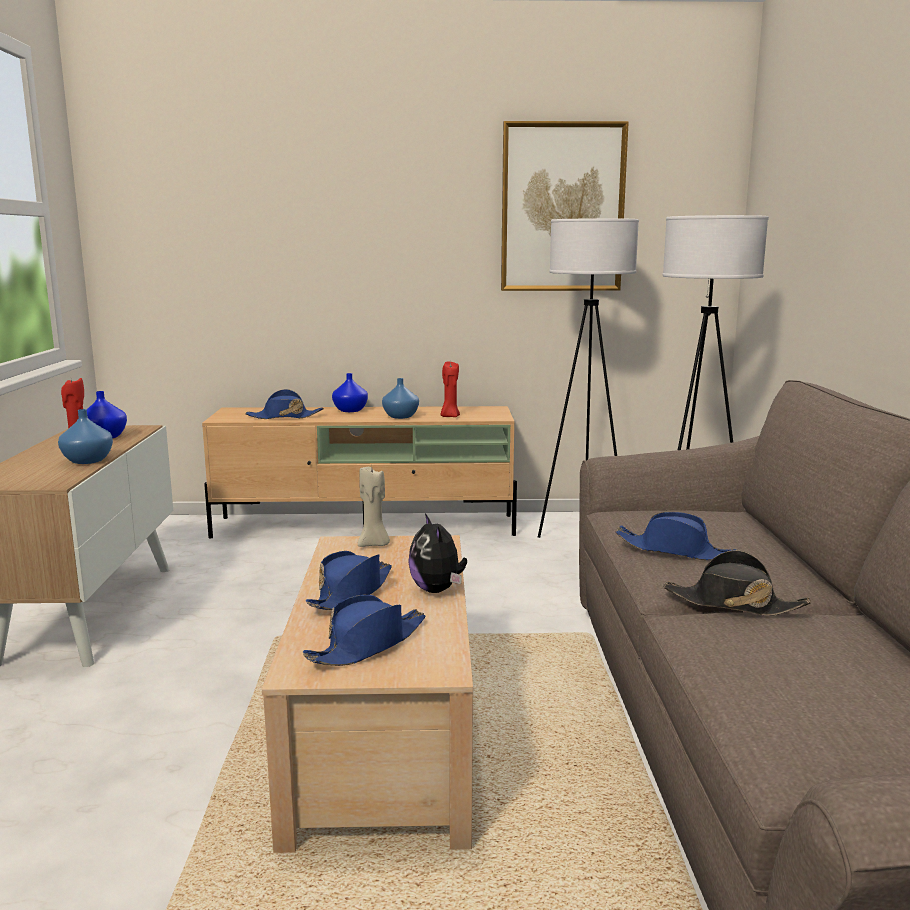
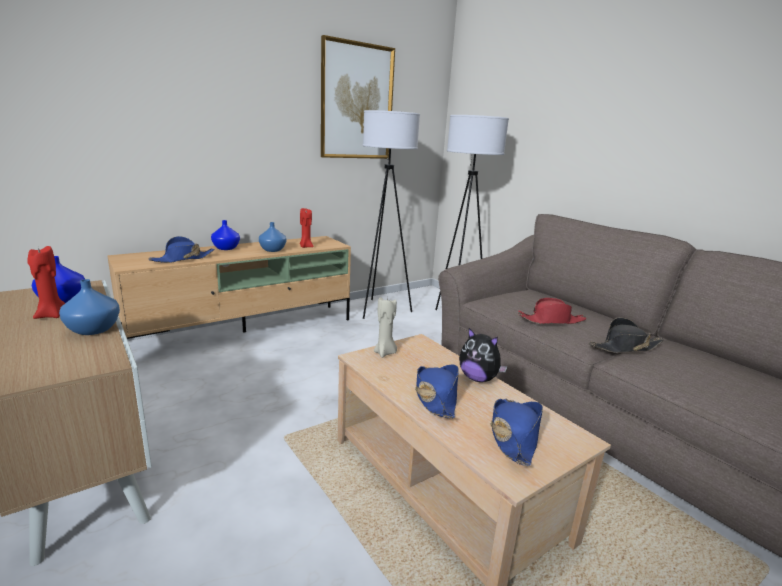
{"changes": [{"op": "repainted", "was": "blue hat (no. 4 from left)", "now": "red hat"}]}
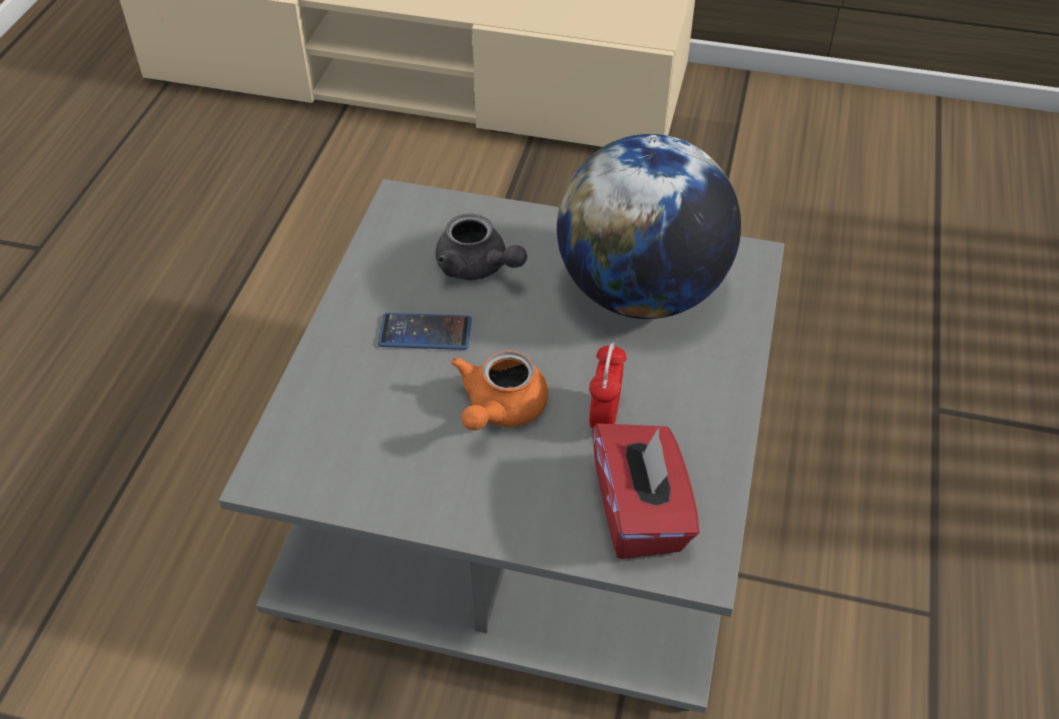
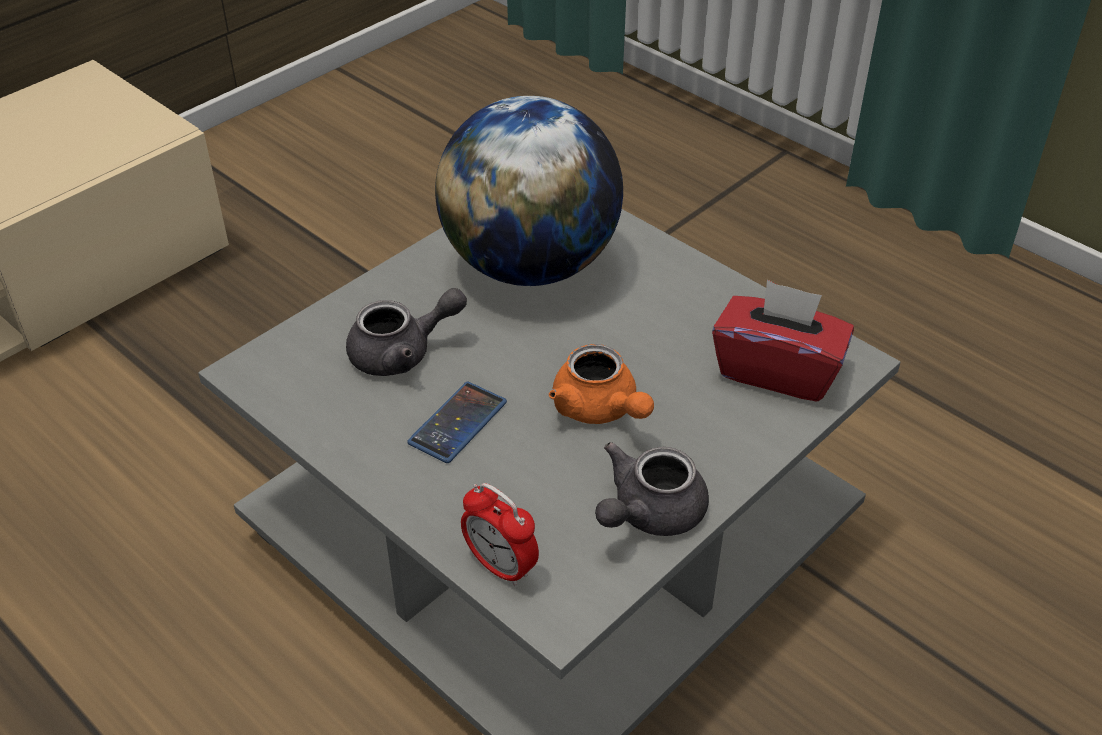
{"changes": [{"op": "shifted", "was": "alarm clock"}, {"op": "new", "now": "grey teapot (no. 2 from left)"}]}
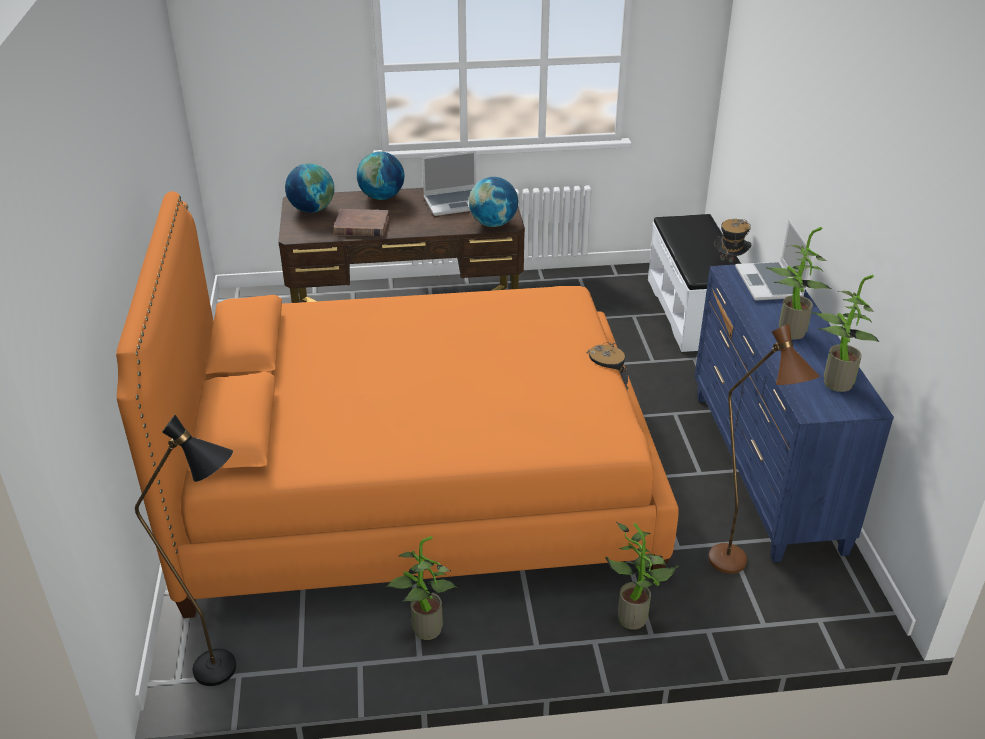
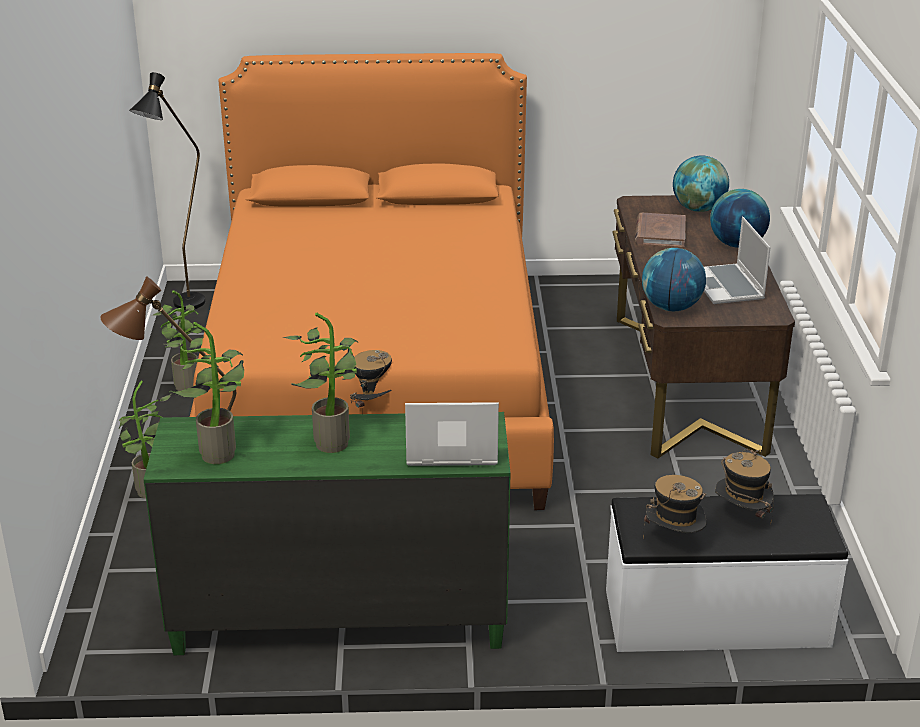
{"changes": [{"op": "repainted", "was": "blue dresser", "now": "green dresser"}, {"op": "new", "now": "hat (no. 3 from left)"}]}
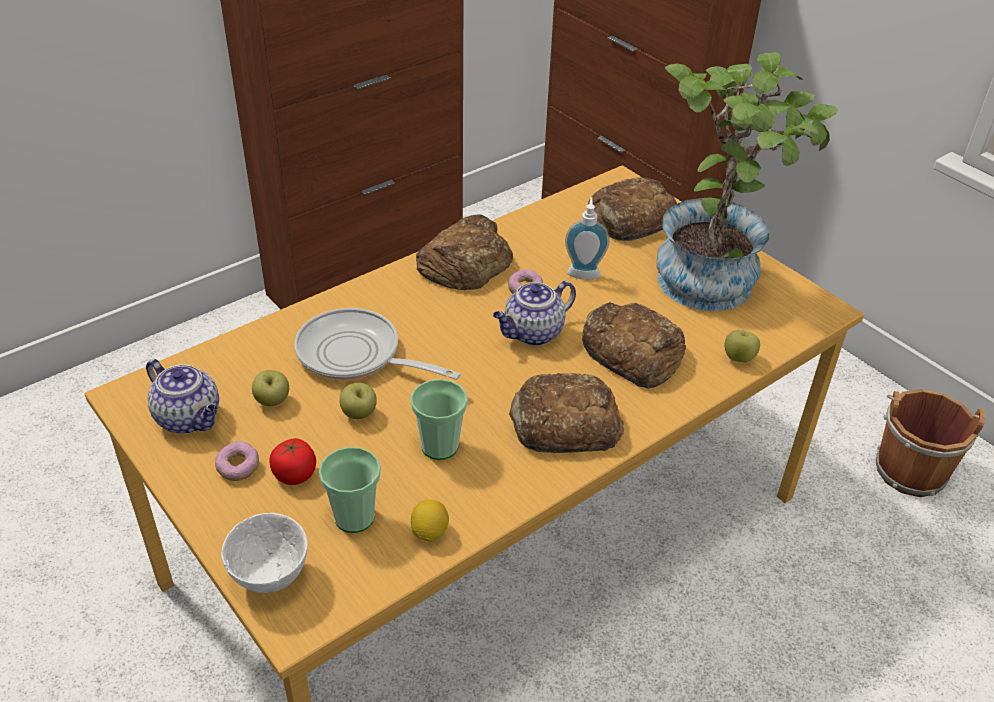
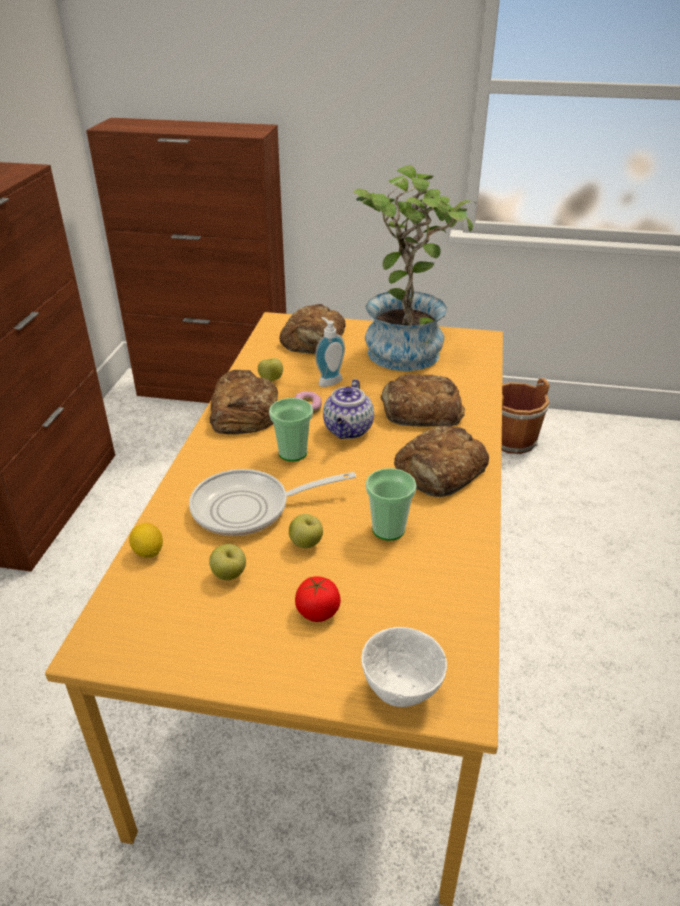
{"changes": [{"op": "gone", "was": "teapot (no. 1 from left)"}, {"op": "gone", "was": "donut (no. 1 from left)"}, {"op": "shifted", "was": "cup (no. 1 from left)"}, {"op": "shifted", "was": "lemon"}, {"op": "shifted", "was": "apple (no. 3 from left in the first image)", "now": "apple (no. 2 from left)"}]}
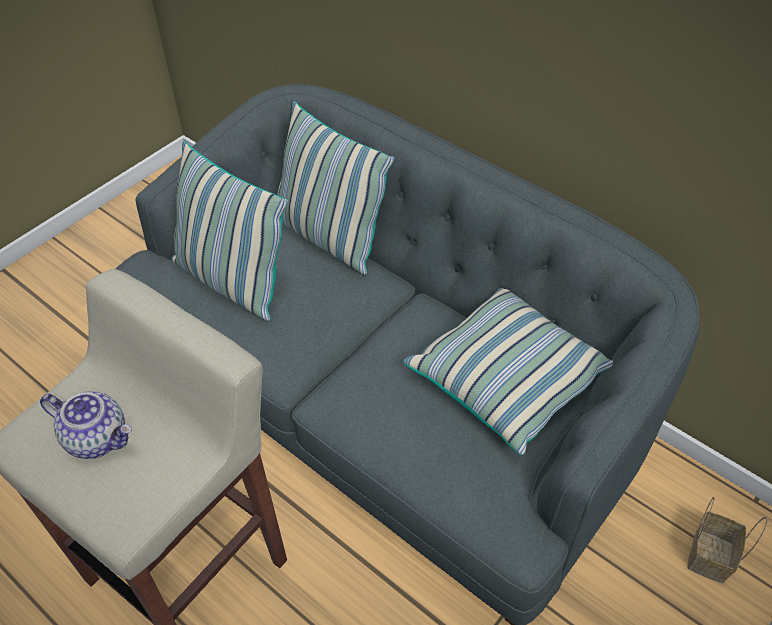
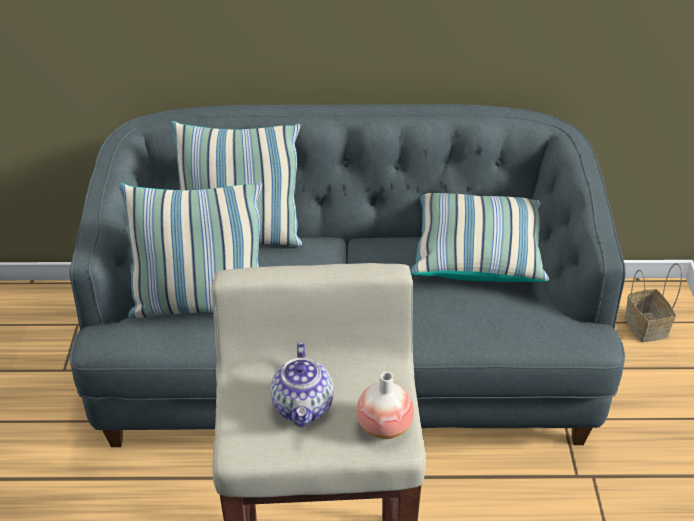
{"changes": [{"op": "rotated", "was": "teapot", "clockwise": 105}, {"op": "new", "now": "vase"}]}
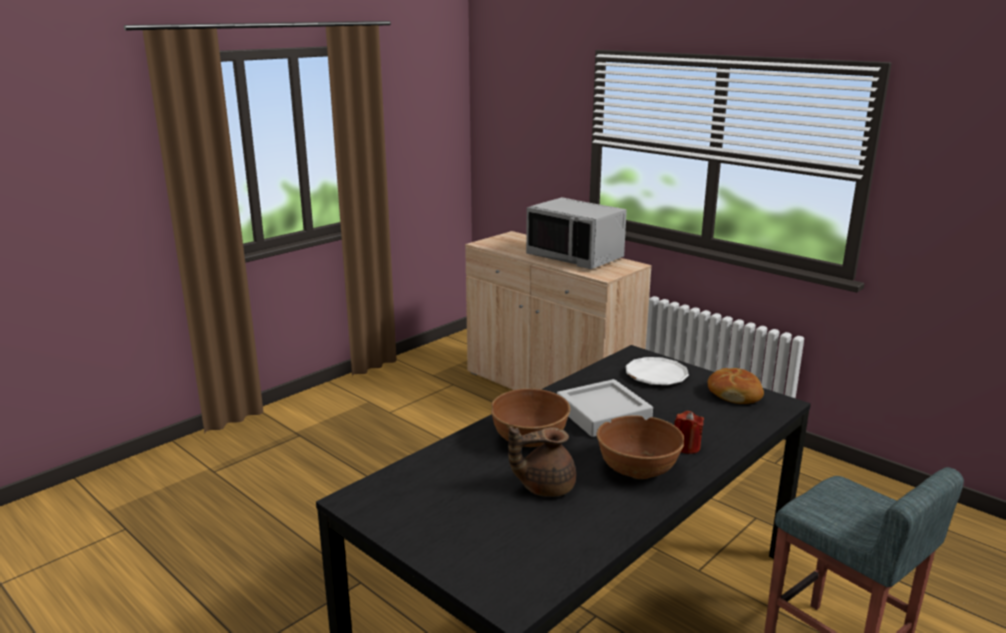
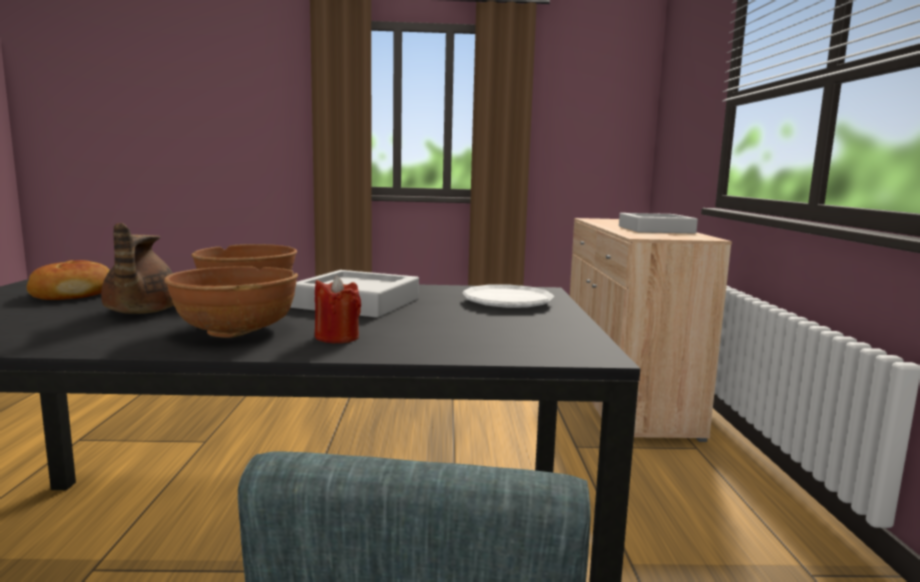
{"changes": [{"op": "rotated", "was": "brown teapot", "clockwise": -135}, {"op": "swapped", "was": "grey microwave", "now": "grey tray (no. 2 from left)"}, {"op": "shifted", "was": "bread"}]}
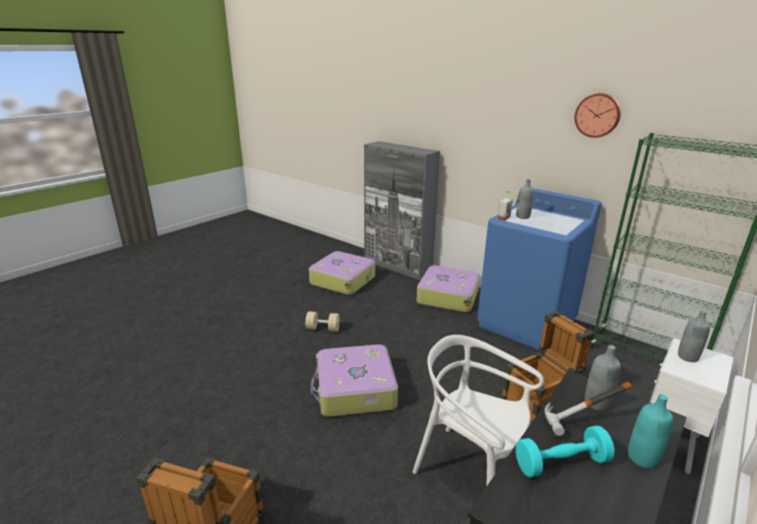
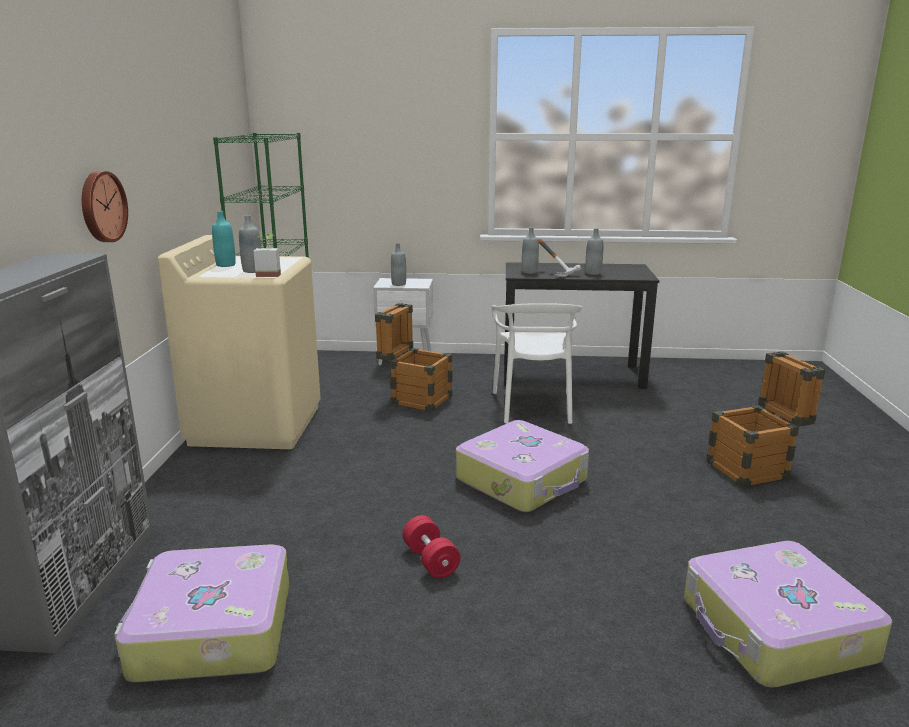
{"changes": [{"op": "repainted", "was": "beige dumbbell", "now": "red dumbbell"}, {"op": "shifted", "was": "suitcase (no. 3 from left)"}, {"op": "repainted", "was": "blue washing machine", "now": "beige washing machine"}, {"op": "swapped", "was": "turquoise dumbbell", "now": "grey bottle (no. 4 from left)"}, {"op": "shifted", "was": "wall clock"}, {"op": "shifted", "was": "turquoise bottle"}]}
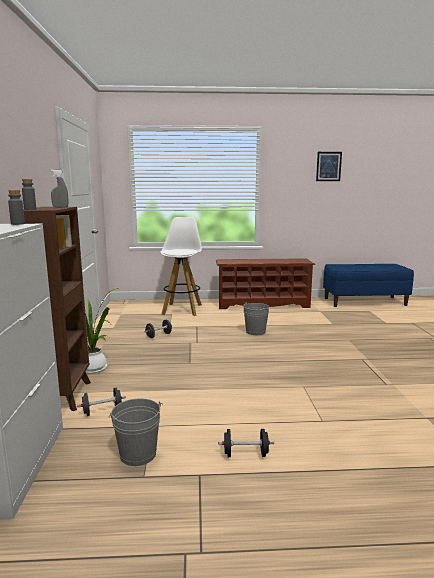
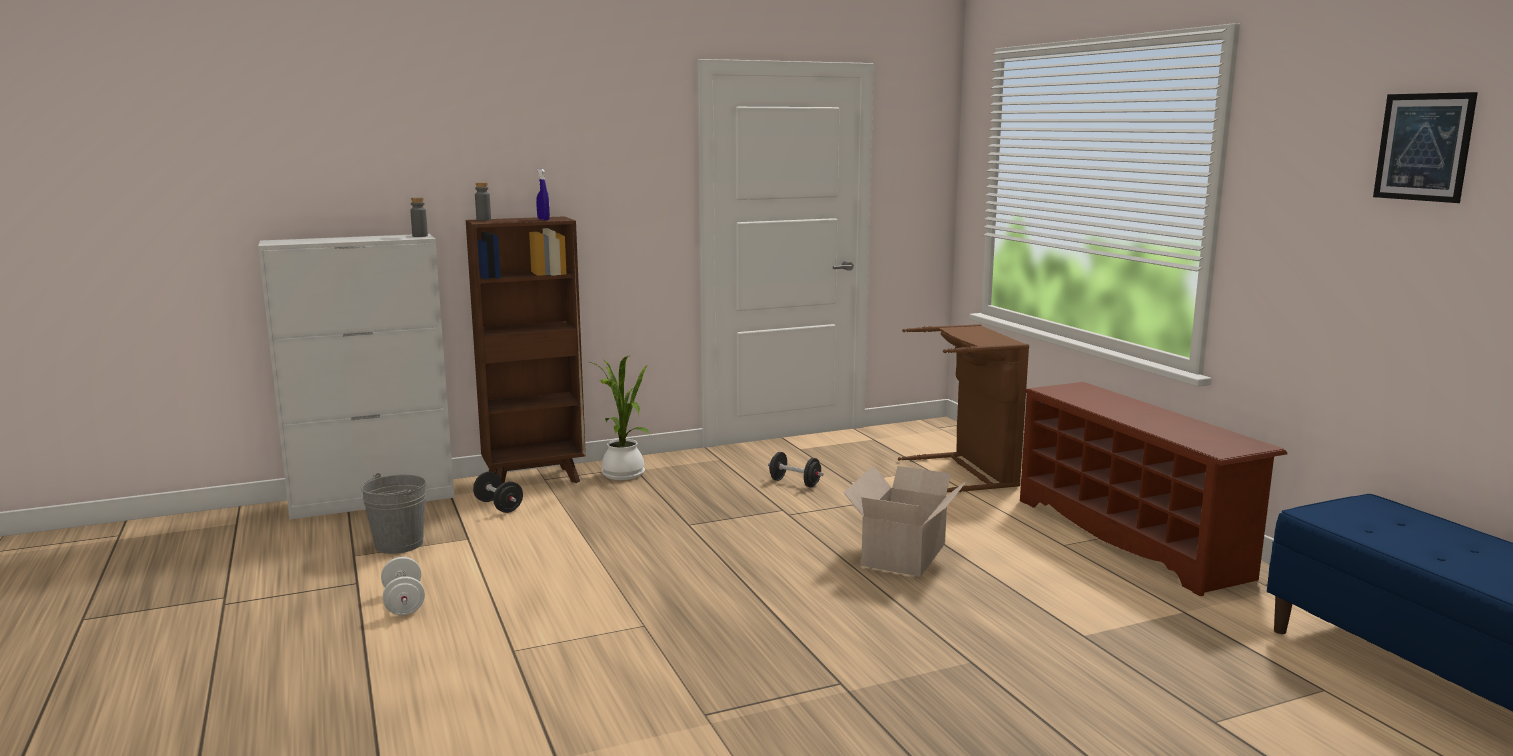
{"changes": [{"op": "repainted", "was": "grey spray bottle", "now": "blue spray bottle"}, {"op": "swapped", "was": "white stool", "now": "brown laundry basket"}, {"op": "repainted", "was": "black dumbbell (no. 3 from left)", "now": "white dumbbell"}, {"op": "swapped", "was": "grey bucket (no. 2 from left)", "now": "cardboard box"}]}
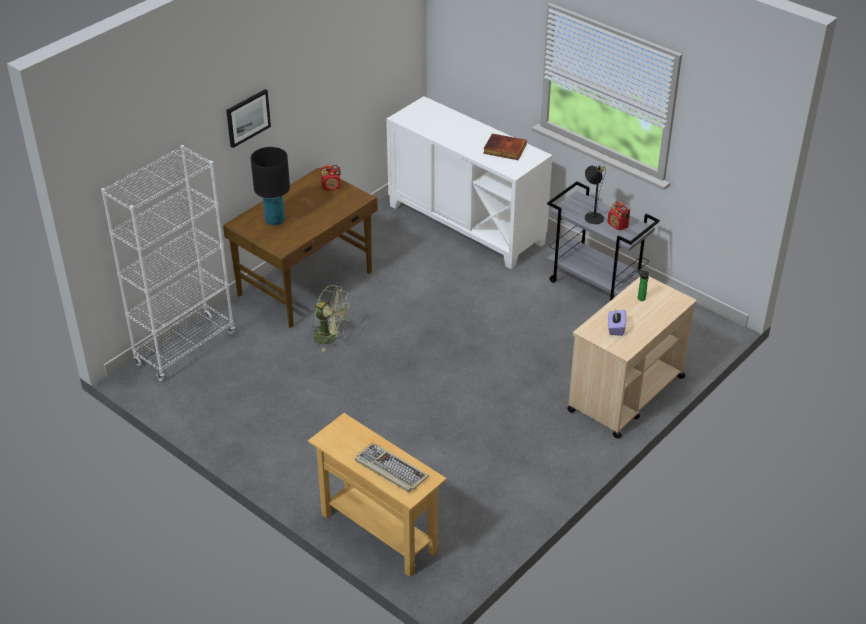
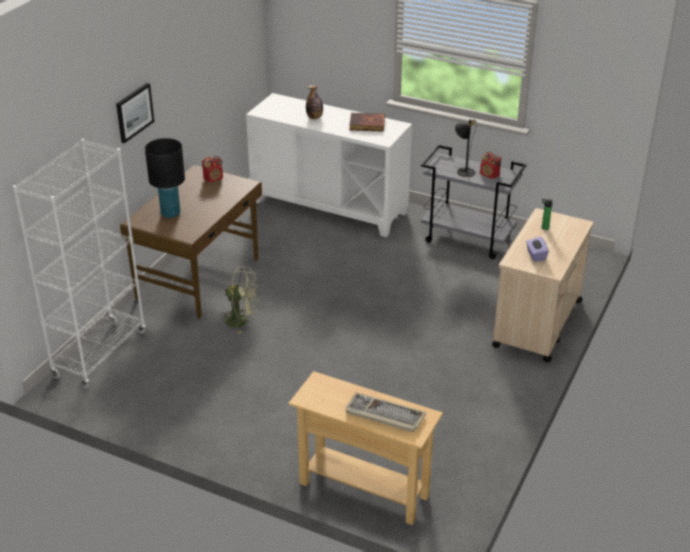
{"changes": [{"op": "new", "now": "bottle (no. 1 from left)"}]}
